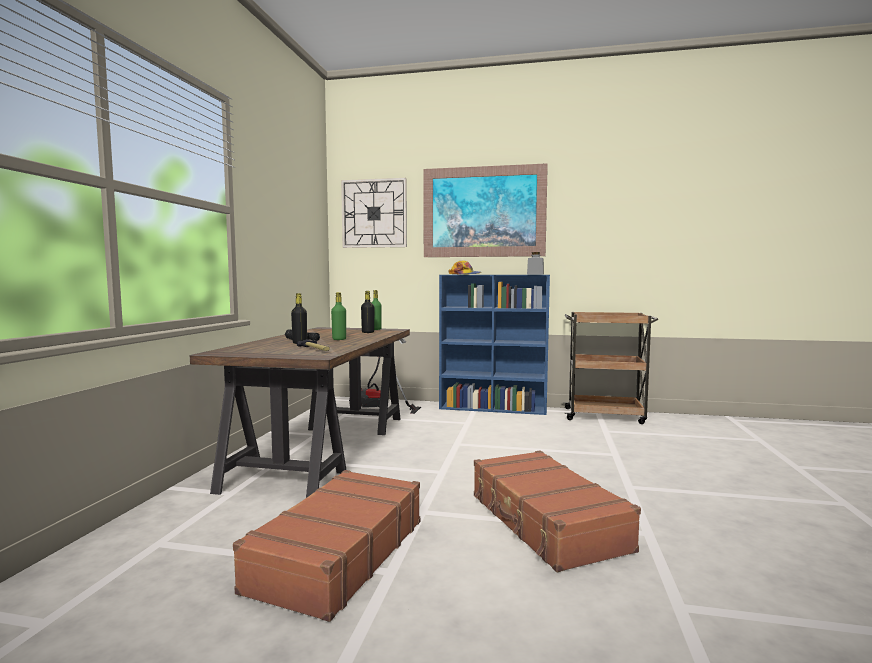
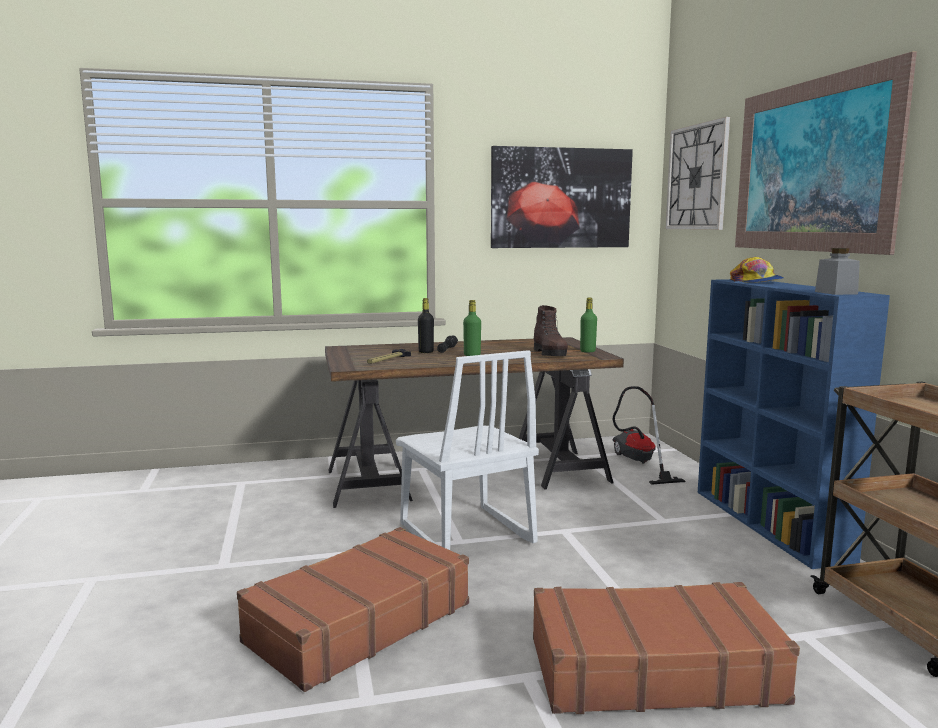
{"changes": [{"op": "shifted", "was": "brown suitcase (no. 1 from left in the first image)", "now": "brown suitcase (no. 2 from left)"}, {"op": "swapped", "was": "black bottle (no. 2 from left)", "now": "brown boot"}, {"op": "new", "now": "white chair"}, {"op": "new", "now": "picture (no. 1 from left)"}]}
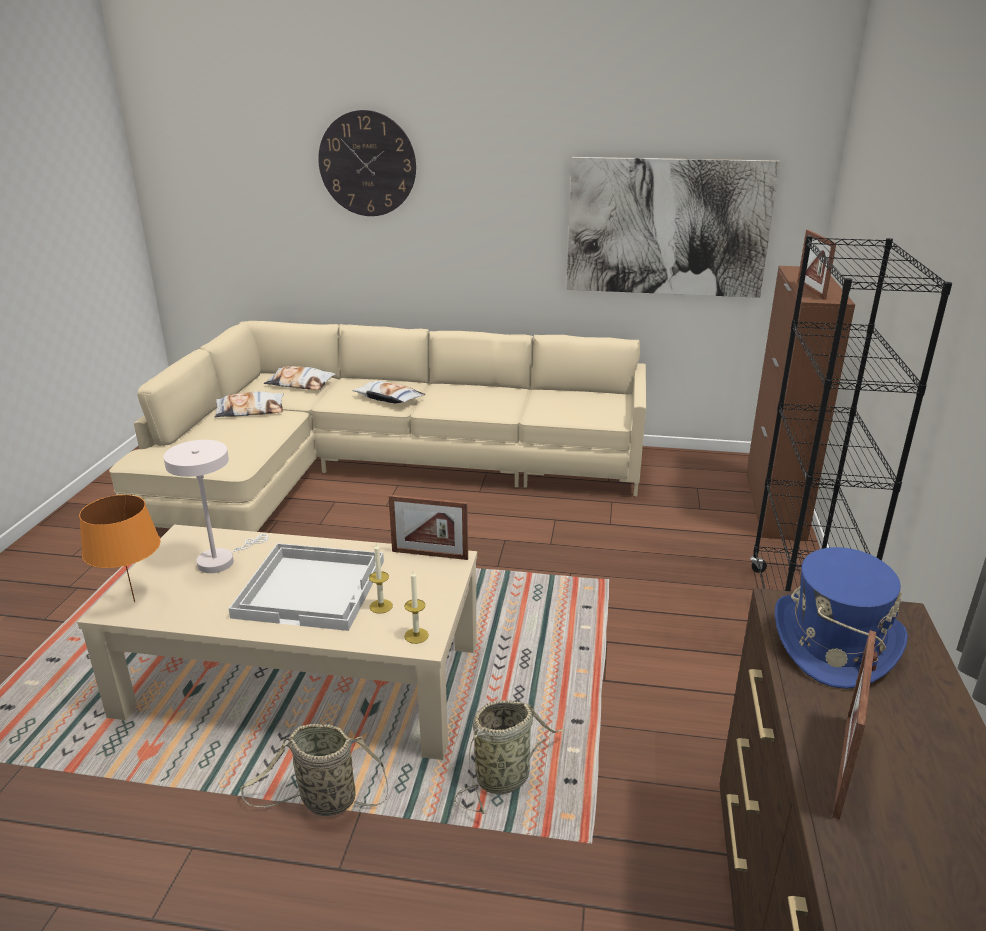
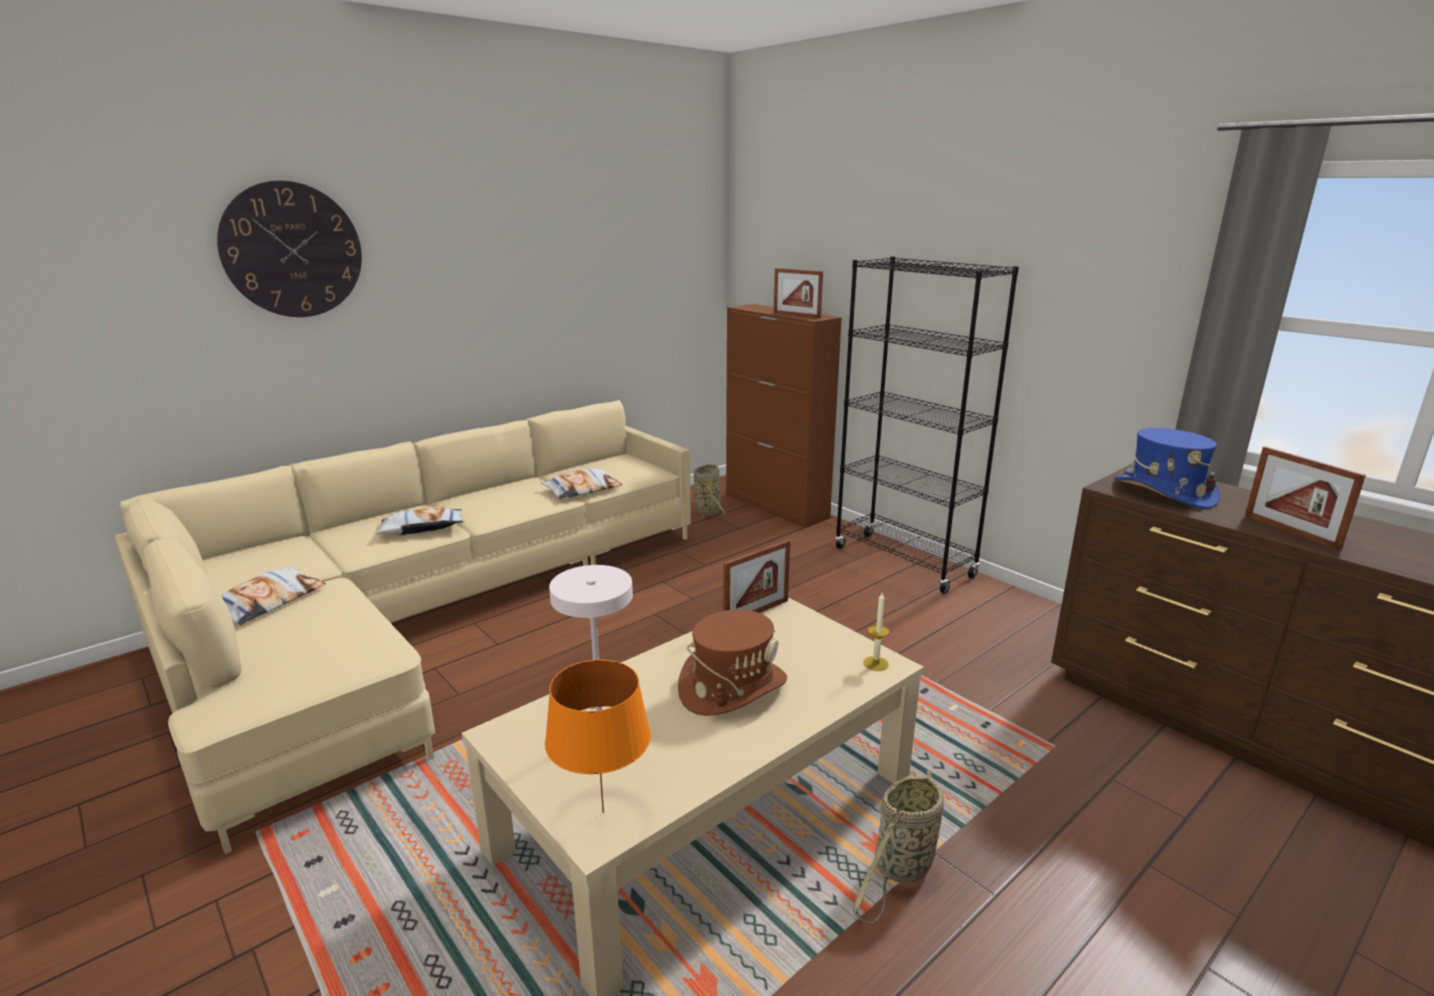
{"changes": [{"op": "swapped", "was": "white tray", "now": "brown hat"}, {"op": "shifted", "was": "pillow (no. 2 from left in the first image)", "now": "pillow (no. 3 from left)"}, {"op": "gone", "was": "candle (no. 1 from left)"}, {"op": "shifted", "was": "basket (no. 2 from left in the first image)", "now": "basket (no. 1 from left)"}, {"op": "gone", "was": "picture"}]}
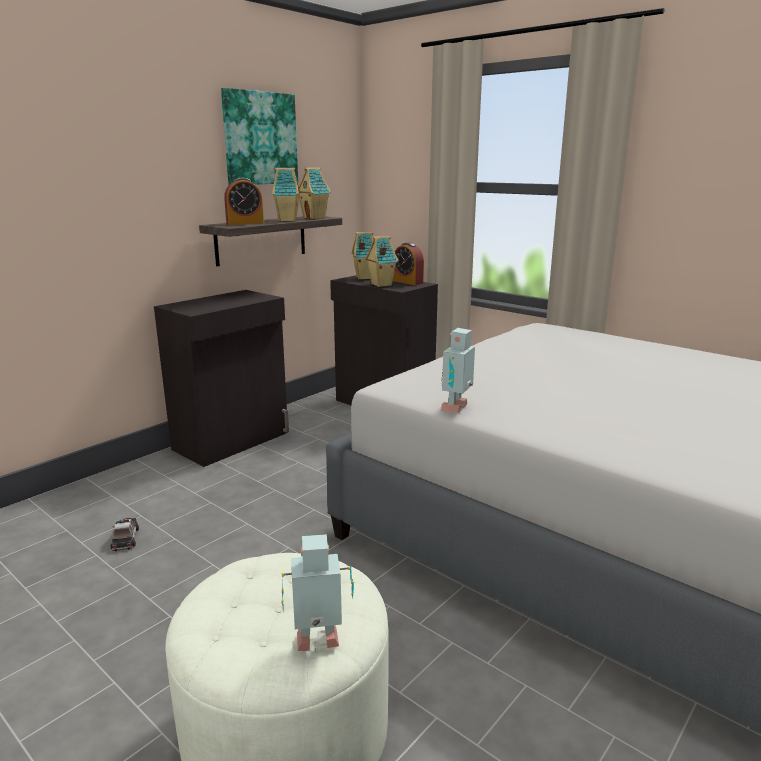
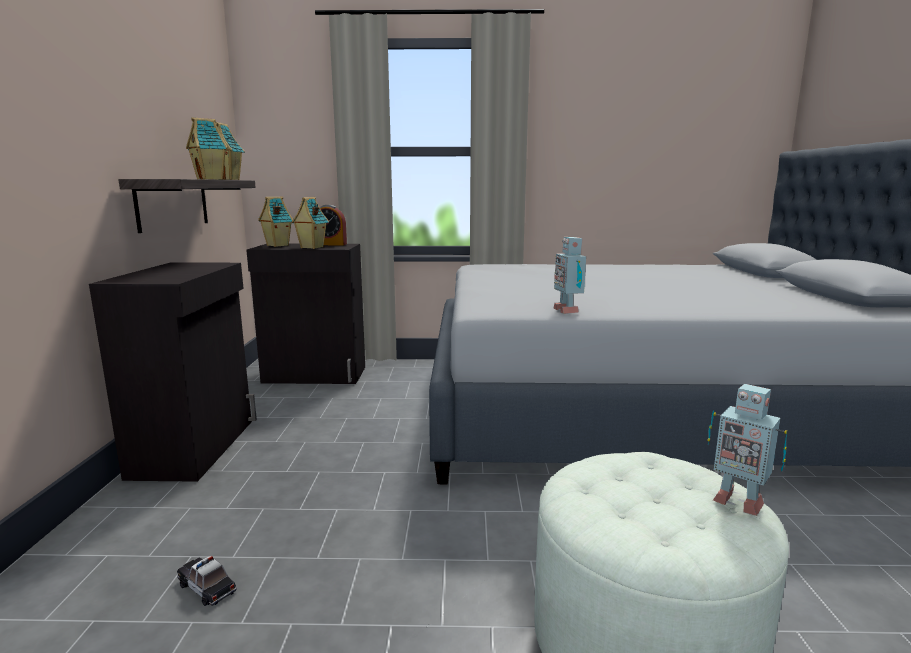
{"changes": [{"op": "gone", "was": "picture"}, {"op": "gone", "was": "alarm clock (no. 1 from left)"}, {"op": "rotated", "was": "toy robot (no. 1 from left in the first image)", "clockwise": -90}]}
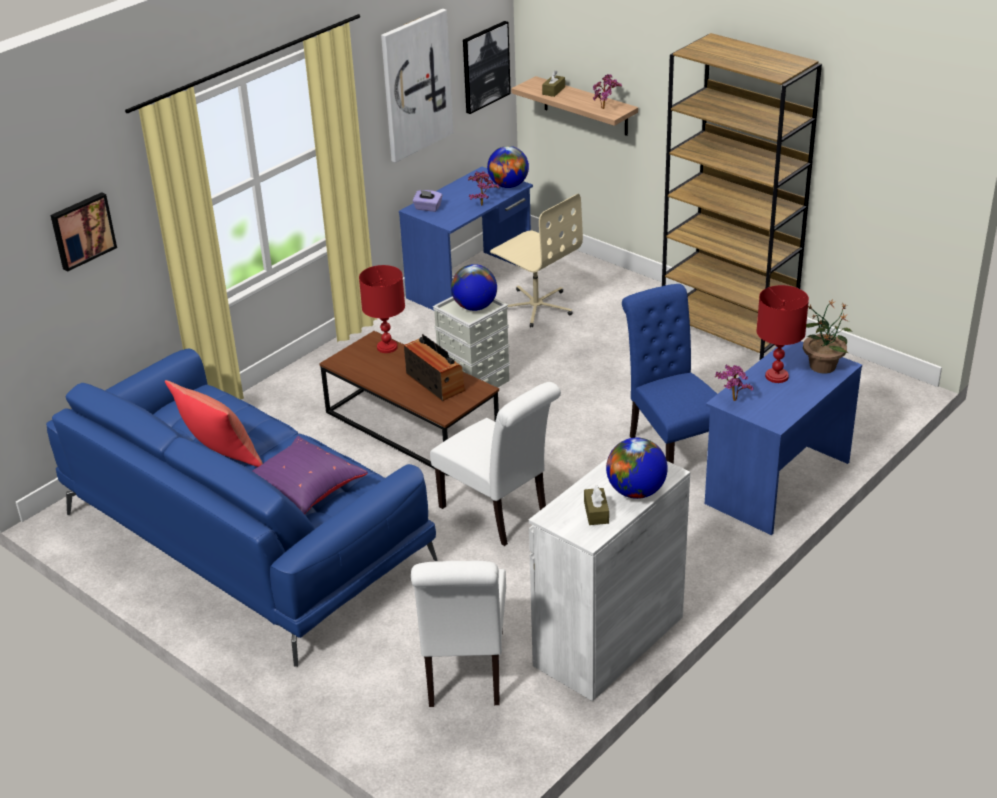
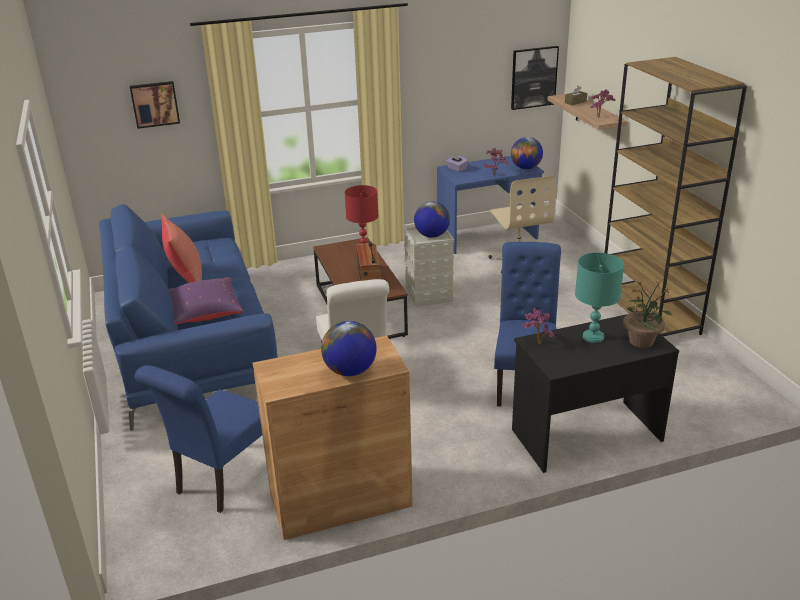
{"changes": [{"op": "gone", "was": "picture (no. 2 from left)"}, {"op": "repainted", "was": "white chair (no. 1 from left)", "now": "blue chair (no. 1 from left)"}, {"op": "repainted", "was": "white cabinet", "now": "brown cabinet"}, {"op": "gone", "was": "brown tissue box (no. 2 from left)"}, {"op": "repainted", "was": "blue desk (no. 2 from left)", "now": "black desk"}, {"op": "repainted", "was": "red table lamp (no. 2 from left)", "now": "turquoise table lamp"}]}
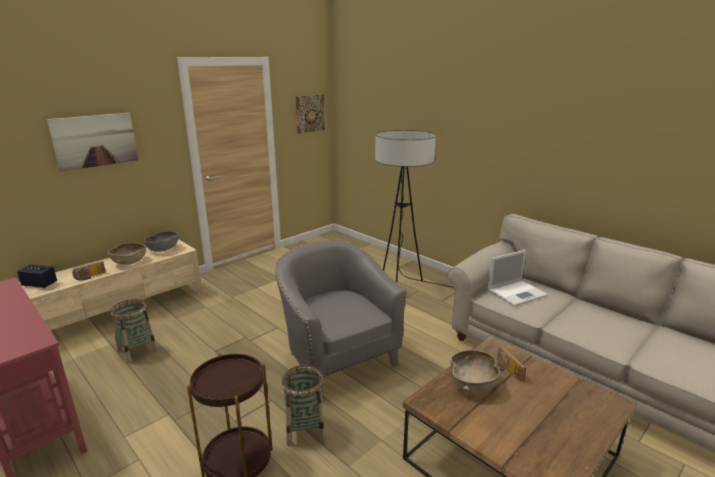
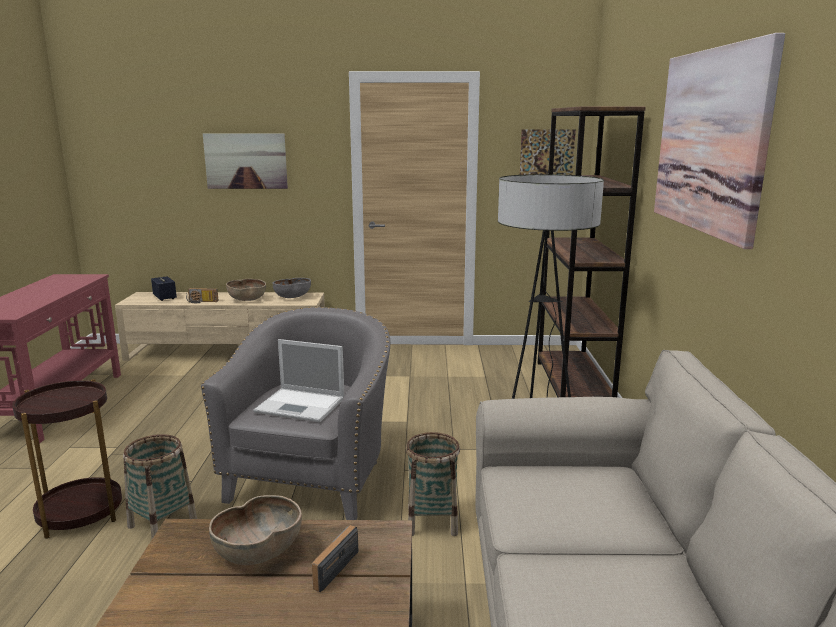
{"changes": [{"op": "shifted", "was": "basket (no. 1 from left in the first image)", "now": "basket (no. 2 from left)"}, {"op": "shifted", "was": "laptop"}, {"op": "new", "now": "brown bookcase"}, {"op": "new", "now": "picture (no. 3 from left)"}]}
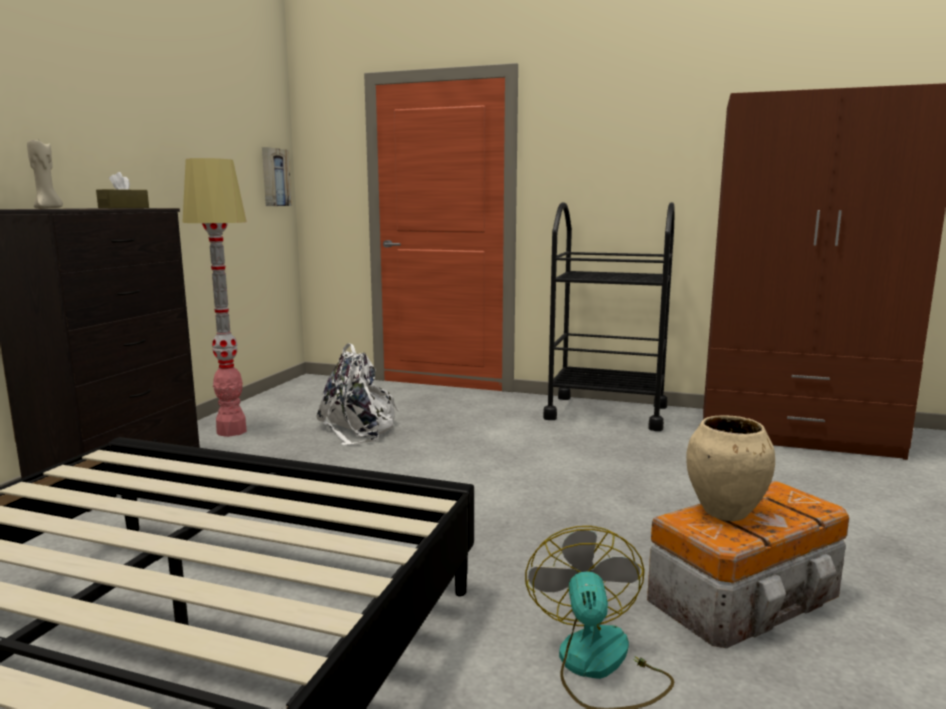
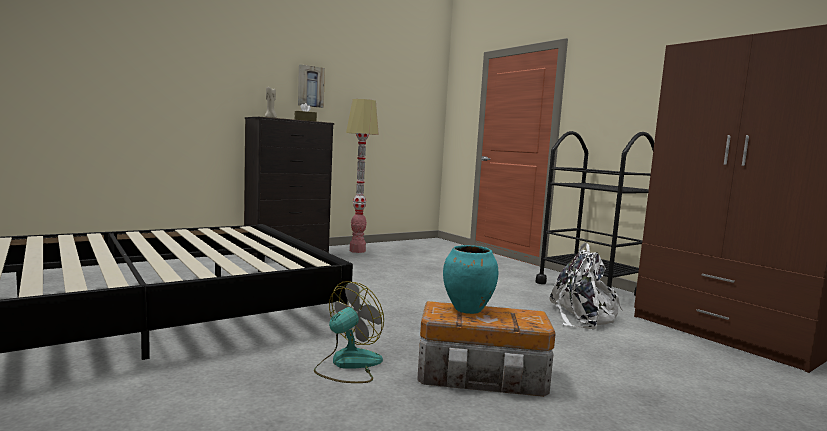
{"changes": [{"op": "shifted", "was": "picture"}, {"op": "shifted", "was": "white backpack"}, {"op": "repainted", "was": "beige vase", "now": "turquoise vase"}]}
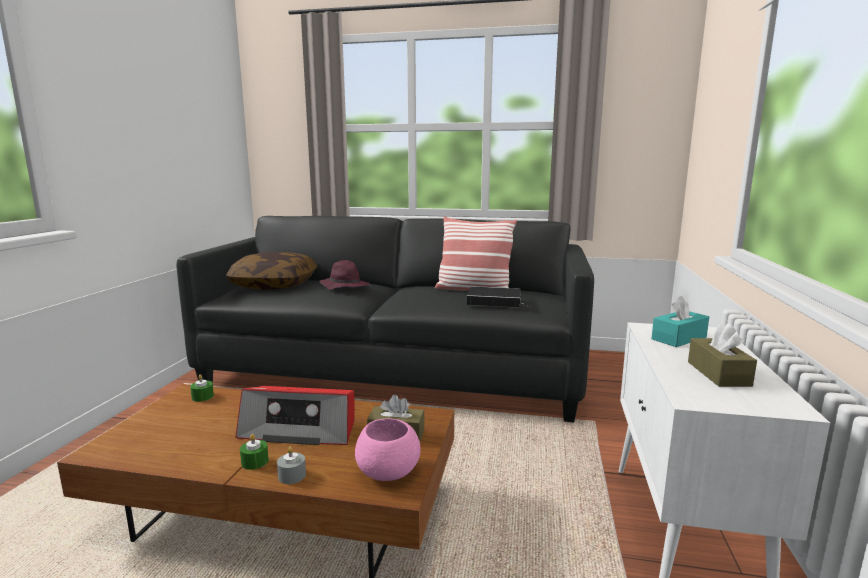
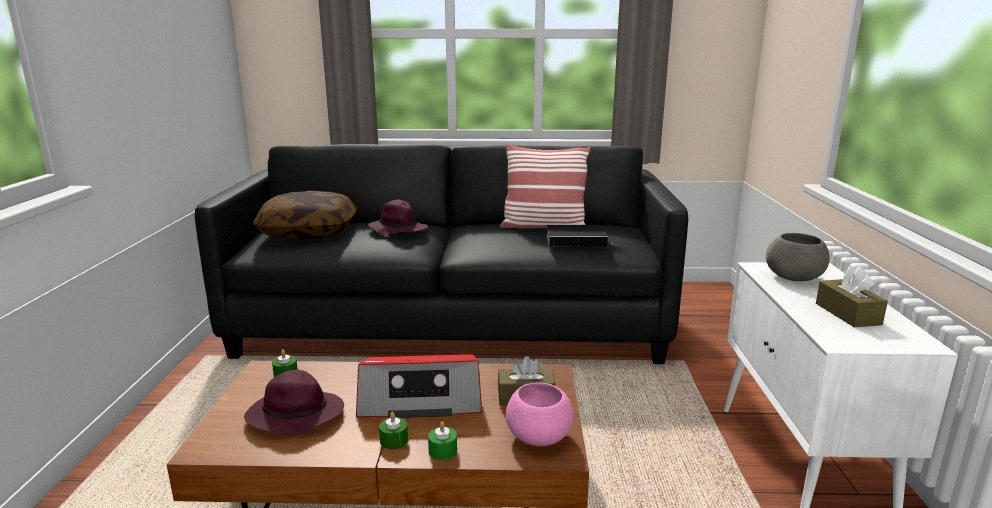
{"changes": [{"op": "repainted", "was": "grey candle", "now": "green candle (no. 3 from left)"}, {"op": "swapped", "was": "turquoise tissue box", "now": "grey bowl"}, {"op": "new", "now": "purple hat (no. 1 from left)"}]}
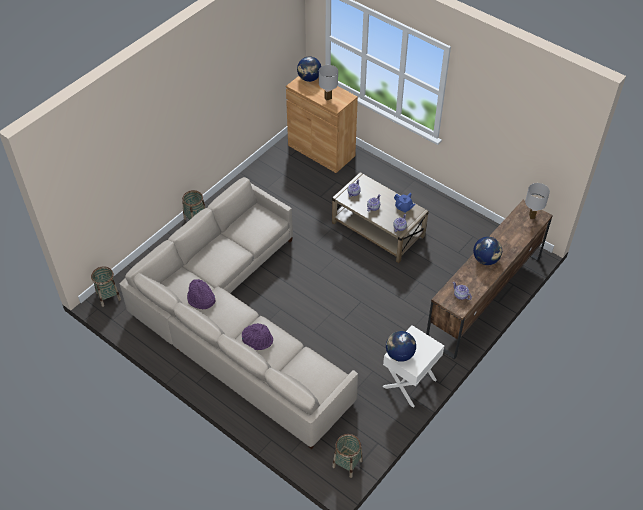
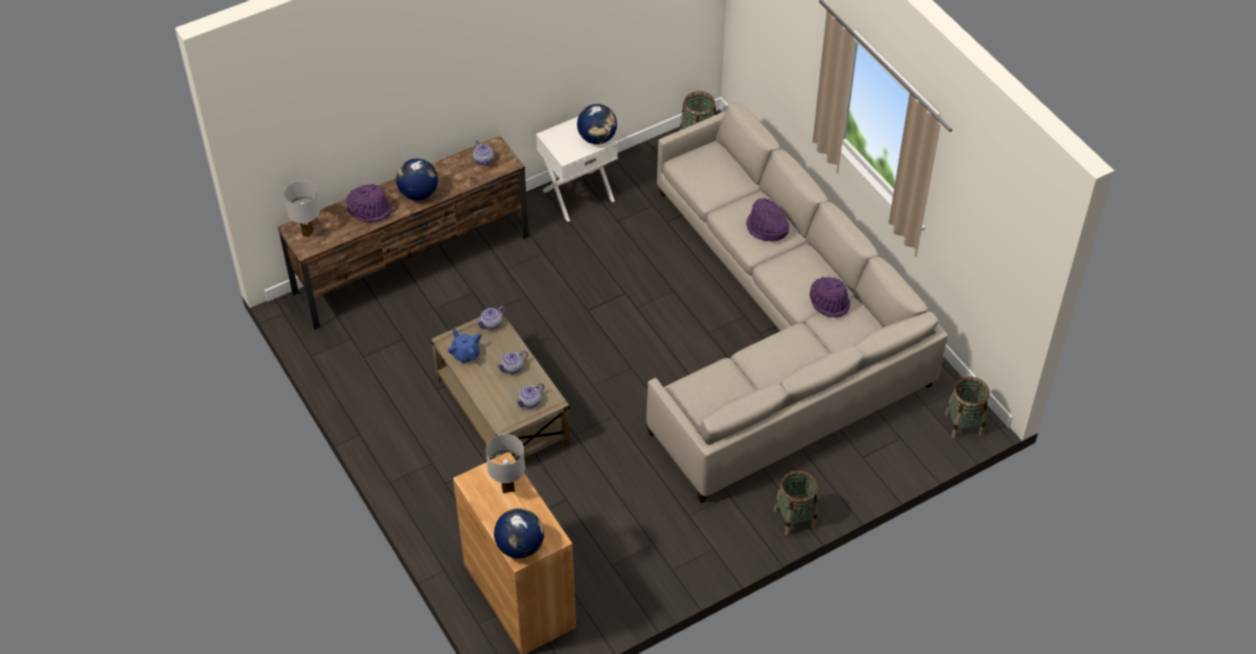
{"changes": [{"op": "new", "now": "purple hat (no. 1 from left)"}]}
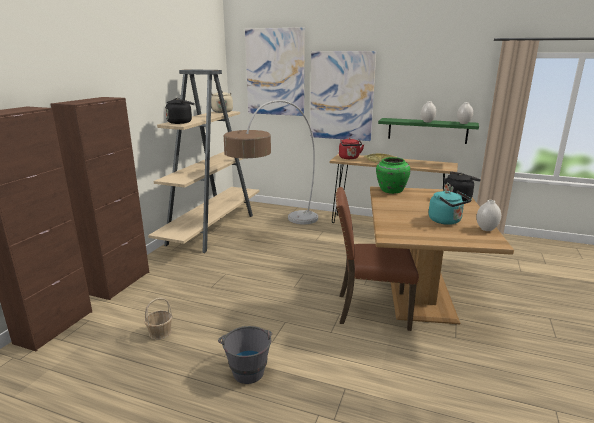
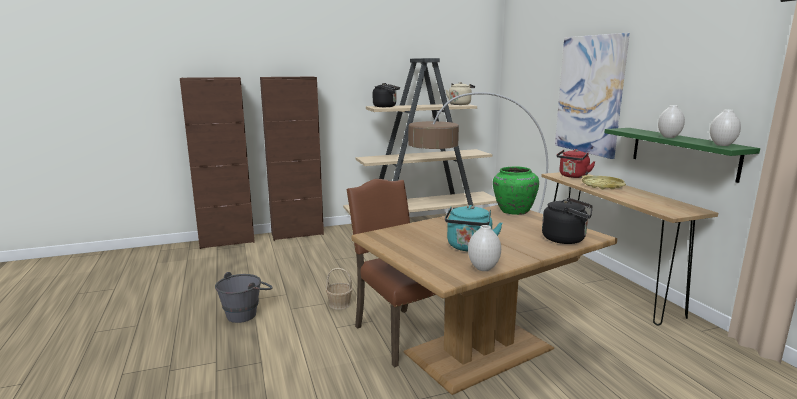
{"changes": [{"op": "shifted", "was": "basket"}, {"op": "gone", "was": "picture (no. 1 from left)"}]}
